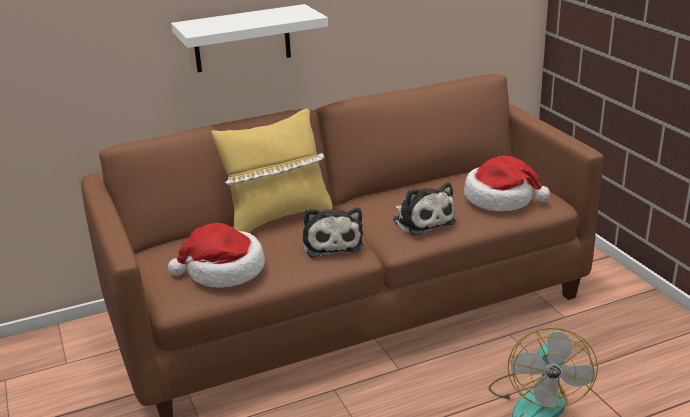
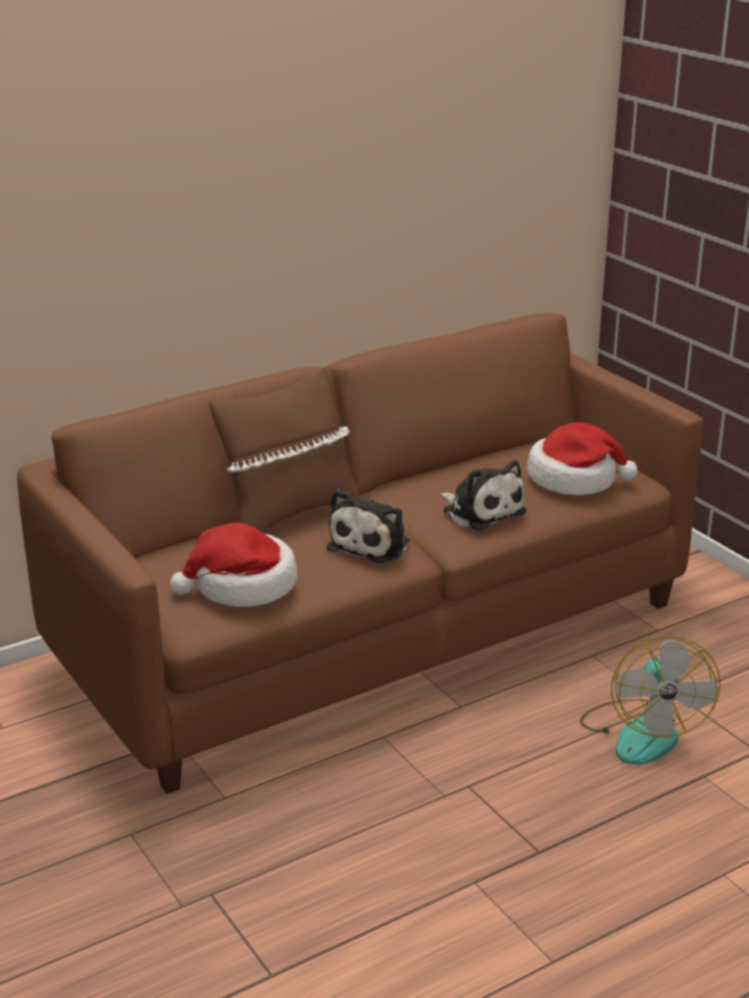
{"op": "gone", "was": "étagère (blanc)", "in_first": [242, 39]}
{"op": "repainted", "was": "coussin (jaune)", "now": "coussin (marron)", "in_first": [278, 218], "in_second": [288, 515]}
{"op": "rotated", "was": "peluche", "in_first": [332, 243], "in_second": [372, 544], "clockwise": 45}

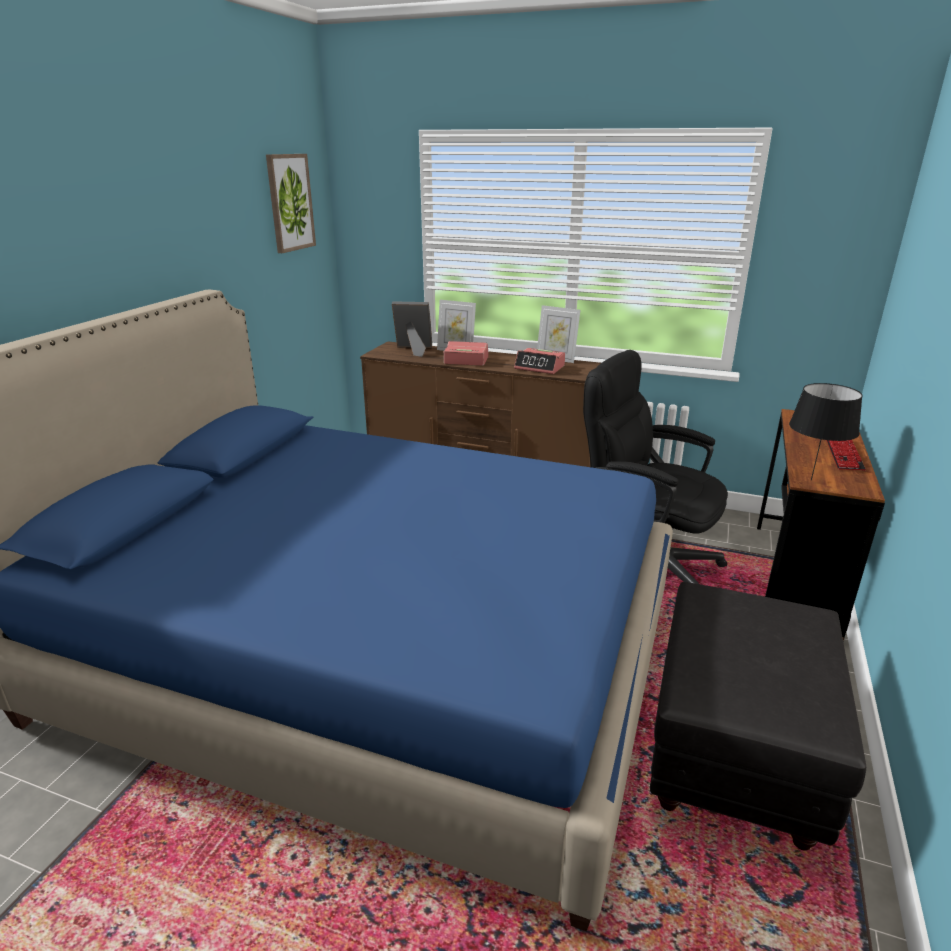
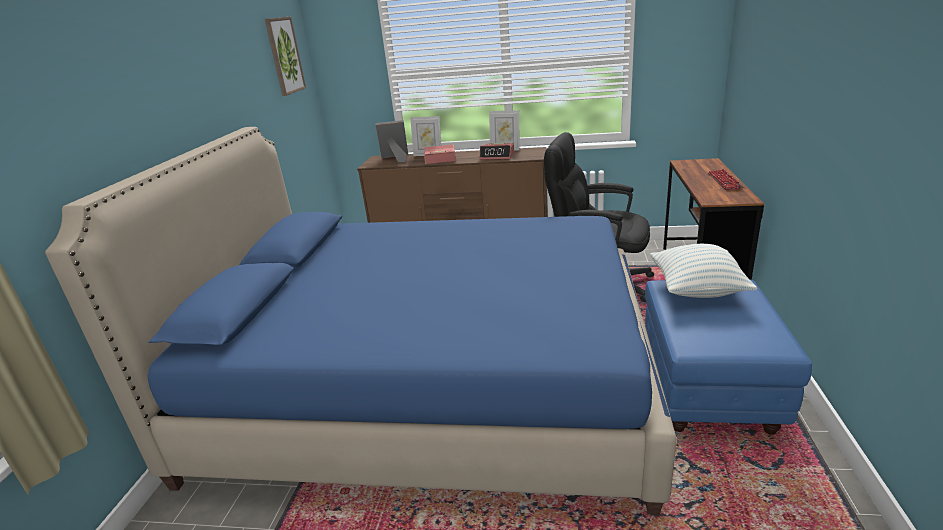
{"op": "gone", "was": "lampe de table (noir)", "in_first": [812, 480]}
{"op": "new", "now": "coussin", "in_second": [697, 290]}
{"op": "repainted", "was": "pouf (noir)", "now": "pouf (bleu)", "in_first": [732, 756], "in_second": [706, 390]}

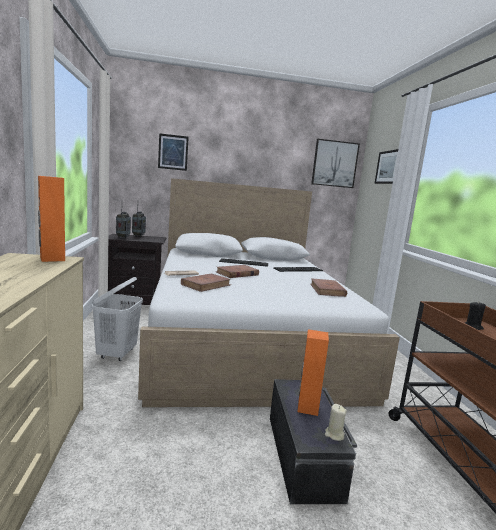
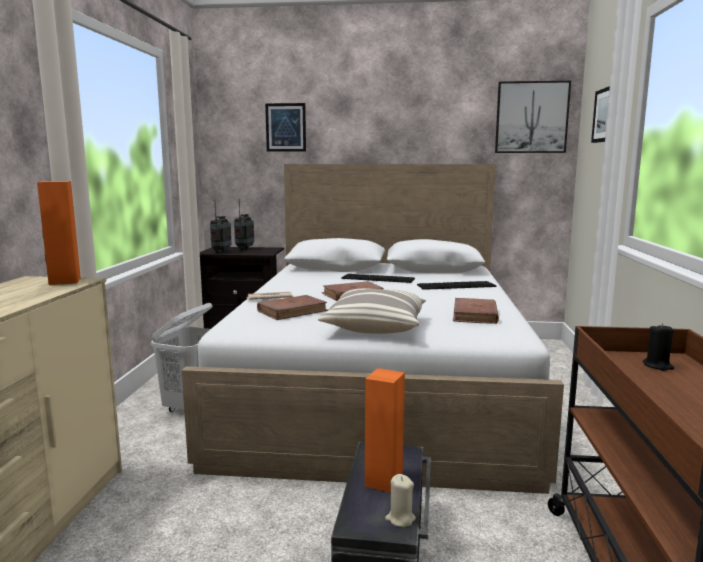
{"op": "new", "now": "coussin", "in_second": [375, 326]}

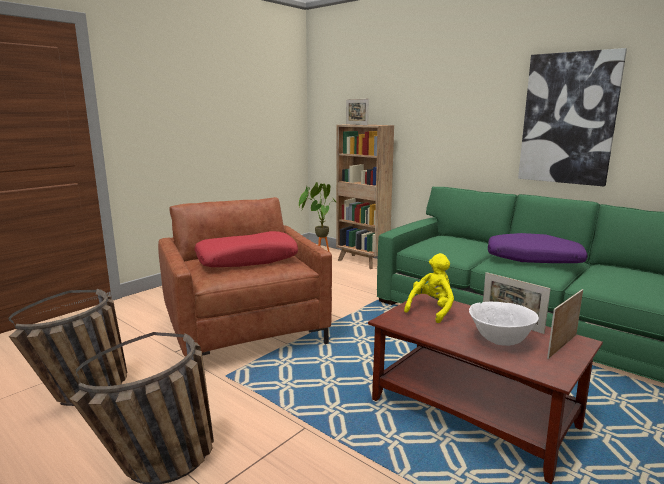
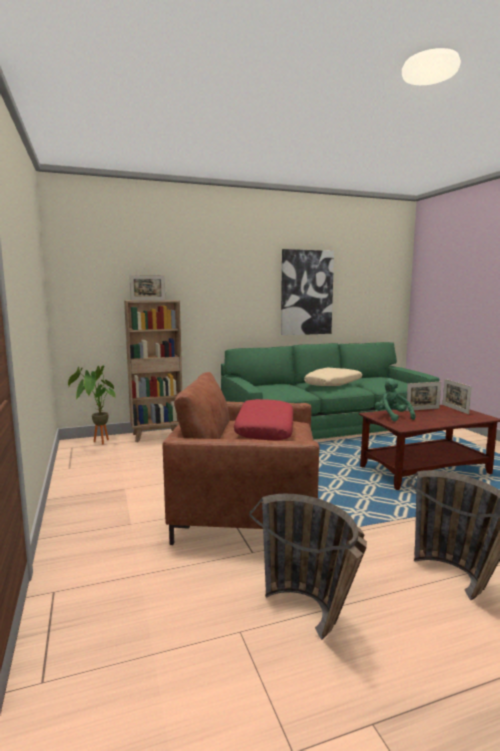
{"op": "gone", "was": "bol (blanc)", "in_first": [500, 341]}
{"op": "repainted", "was": "peluche (jaune)", "now": "peluche (vert)", "in_first": [431, 310], "in_second": [392, 417]}
{"op": "repainted", "was": "coussin (violet)", "now": "coussin (beige)", "in_first": [533, 260], "in_second": [333, 384]}

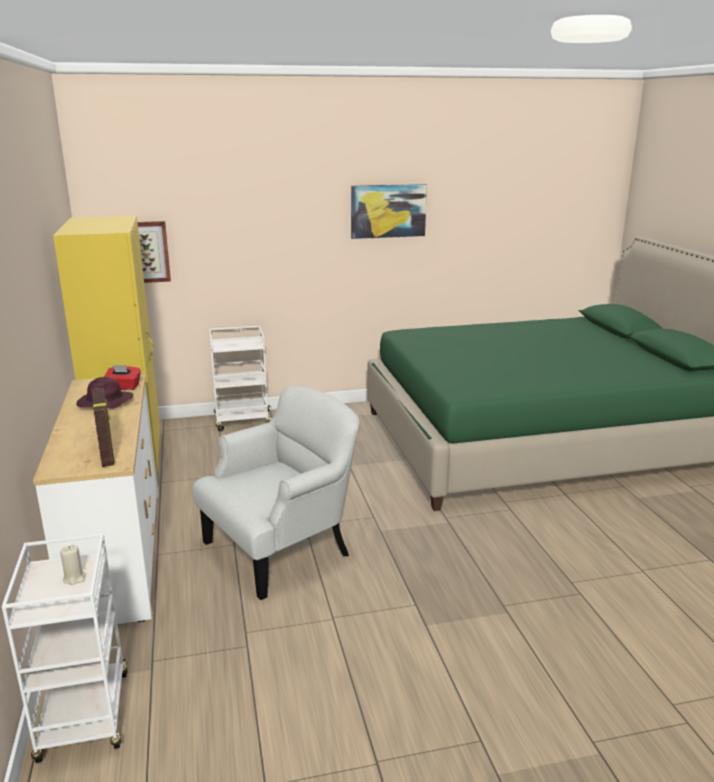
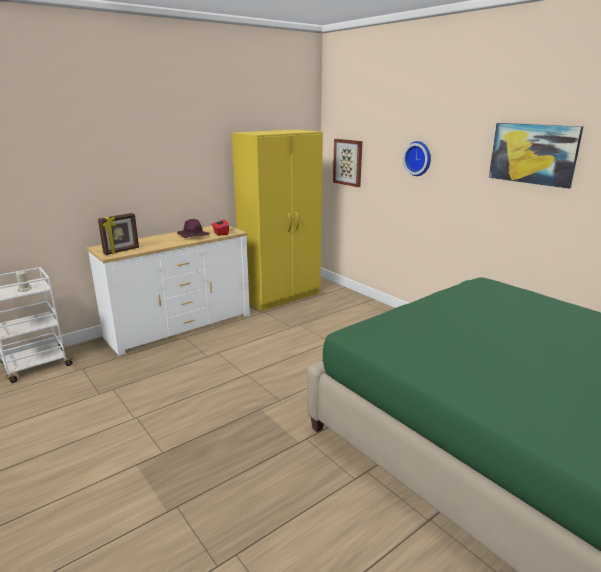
{"op": "gone", "was": "fauteuil (blanc)", "in_first": [281, 548]}
{"op": "gone", "was": "chariot (blanc)", "in_first": [242, 421]}
{"op": "new", "now": "horloge murale", "in_second": [418, 158]}

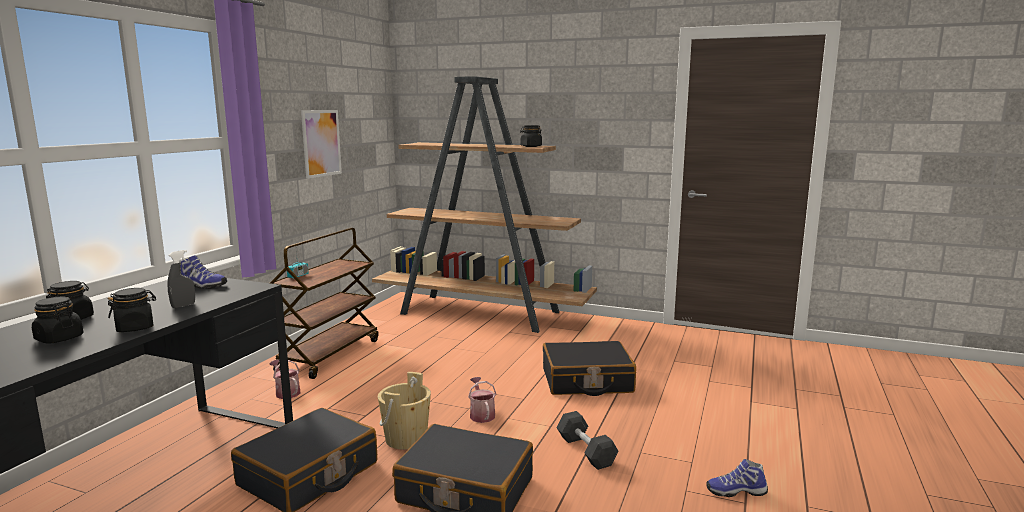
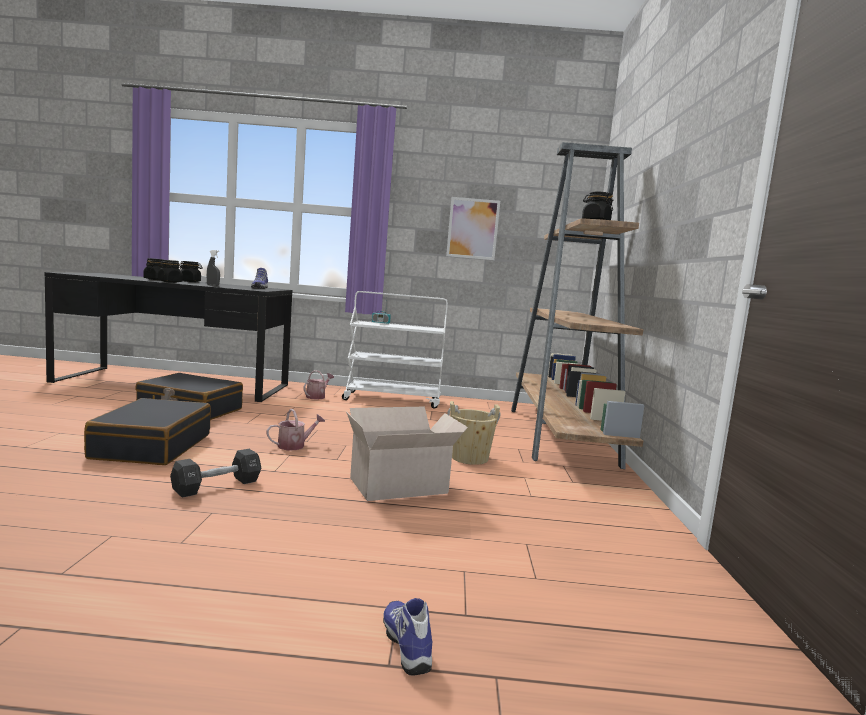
{"op": "shifted", "was": "seau (beige)", "in_first": [406, 438], "in_second": [469, 458]}
{"op": "shifted", "was": "chaussure", "in_first": [735, 491], "in_second": [408, 645]}
{"op": "swapped", "was": "valise (noir)", "now": "carton", "in_first": [587, 381], "in_second": [401, 486]}
{"op": "repainted", "was": "chariot (marron)", "now": "chariot (blanc)", "in_first": [329, 355], "in_second": [393, 400]}

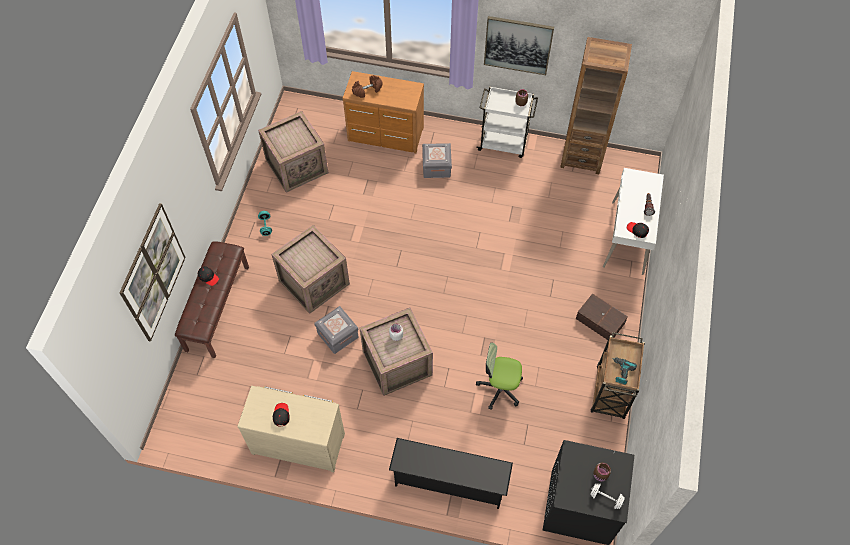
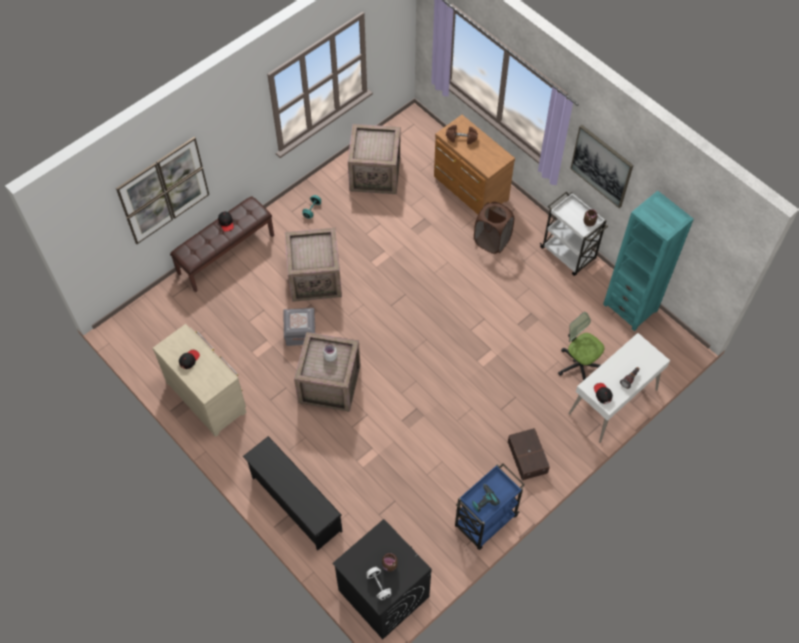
{"op": "shifted", "was": "chaise de bureau", "in_first": [500, 388], "in_second": [579, 364]}
{"op": "swapped", "was": "boîte de rangement (gris)", "now": "panier à linge (marron)", "in_first": [436, 167], "in_second": [492, 241]}
{"op": "repainted", "was": "bibliothèque (marron)", "now": "bibliothèque (turquoise)", "in_first": [581, 158], "in_second": [630, 307]}
{"op": "repainted", "was": "chariot (marron)", "now": "chariot (bleu)", "in_first": [610, 393], "in_second": [485, 522]}

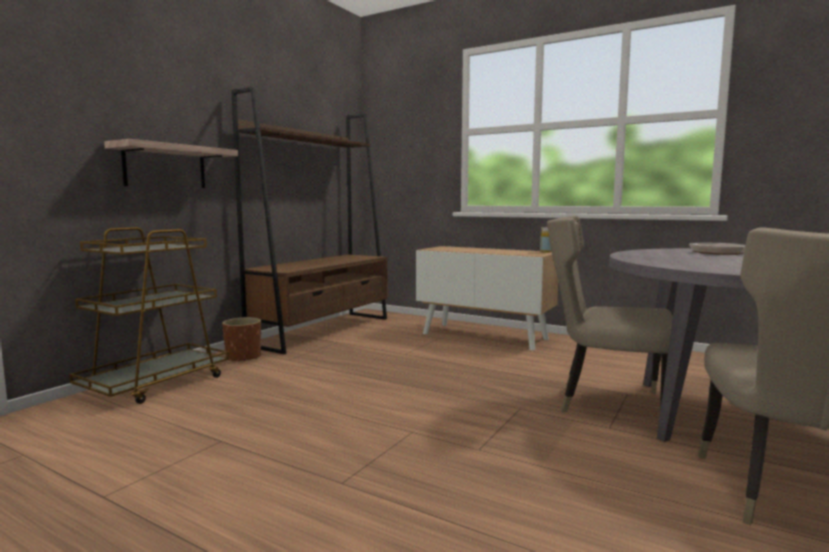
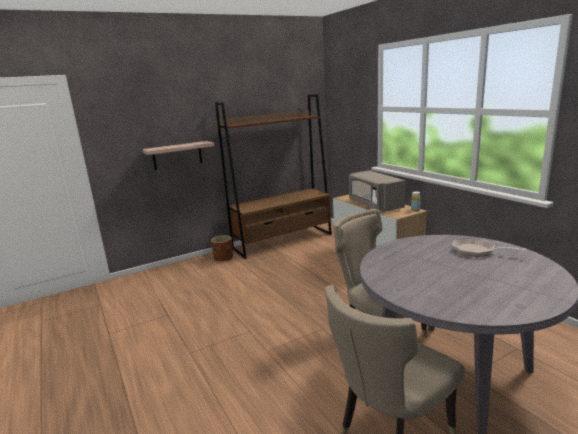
{"op": "gone", "was": "chariot (marron)", "in_first": [156, 384]}
{"op": "new", "now": "micro-ondes (gris)", "in_second": [374, 205]}

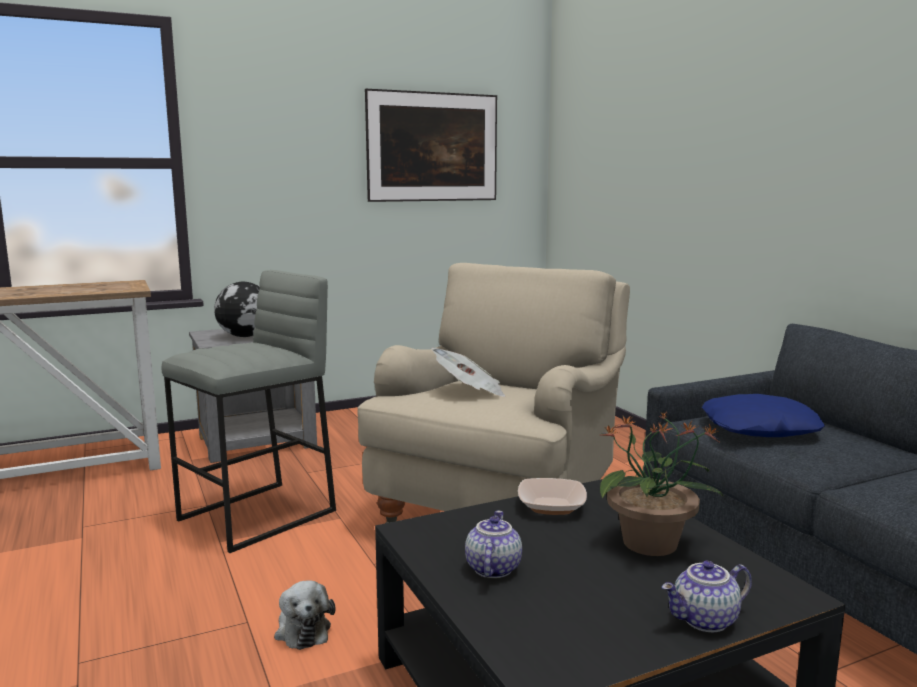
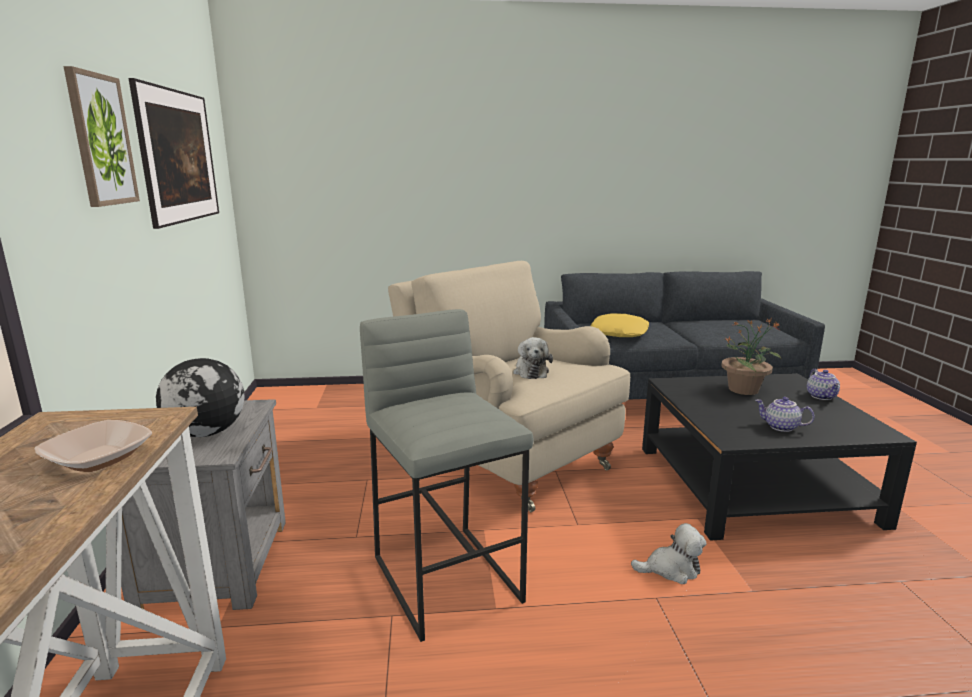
{"op": "new", "now": "tableau", "in_second": [101, 140]}
{"op": "shifted", "was": "bol", "in_first": [551, 506], "in_second": [99, 458]}
{"op": "swapped", "was": "journal", "now": "peluche", "in_first": [470, 392], "in_second": [530, 371]}
{"op": "repainted", "was": "coussin (bleu)", "now": "coussin (jaune)", "in_first": [760, 428], "in_second": [619, 332]}

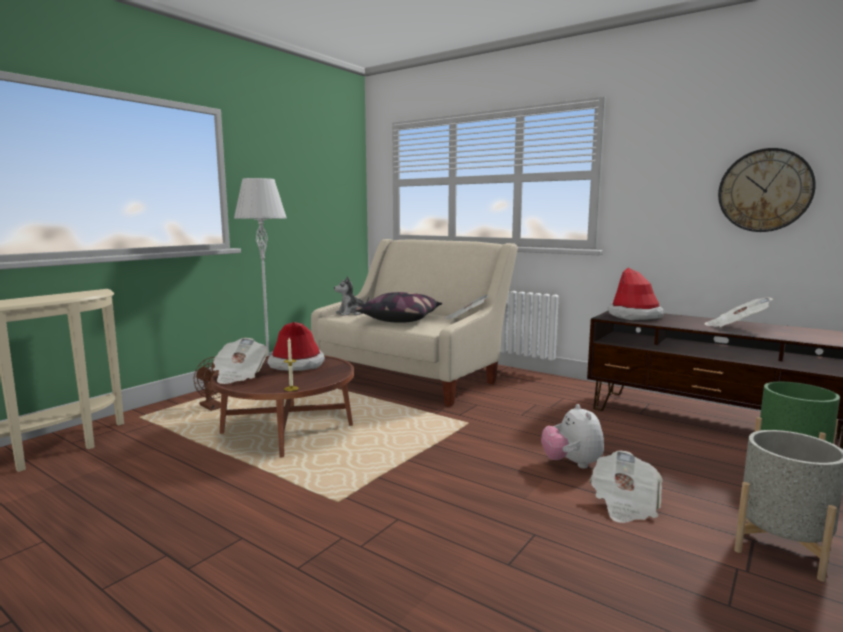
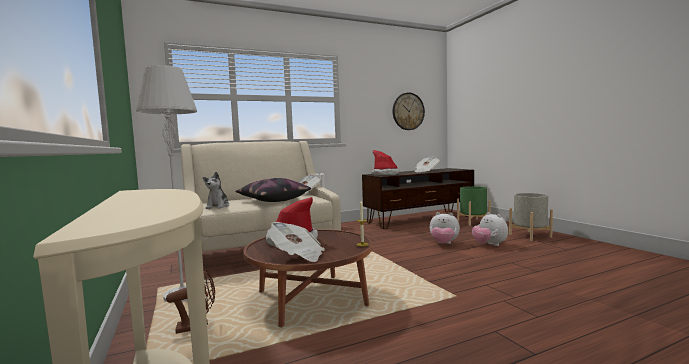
{"op": "swapped", "was": "journal", "now": "peluche", "in_first": [624, 504], "in_second": [489, 245]}

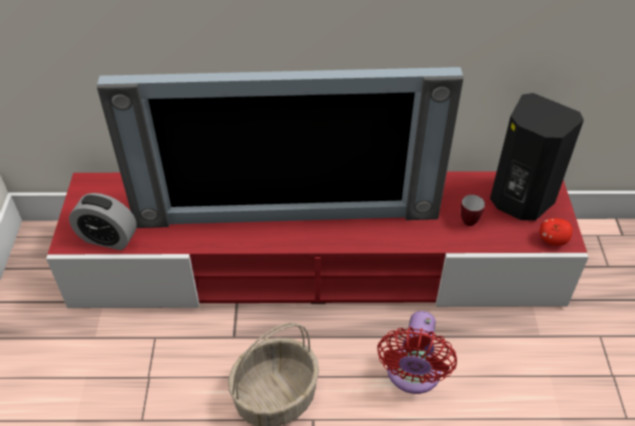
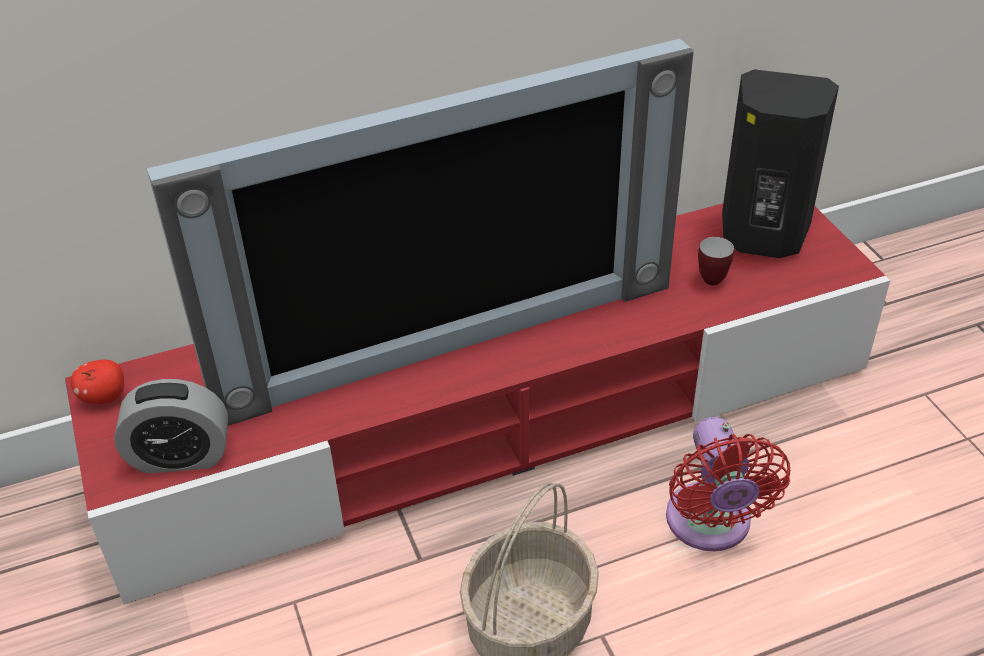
{"op": "shifted", "was": "pomme", "in_first": [552, 240], "in_second": [104, 397]}

